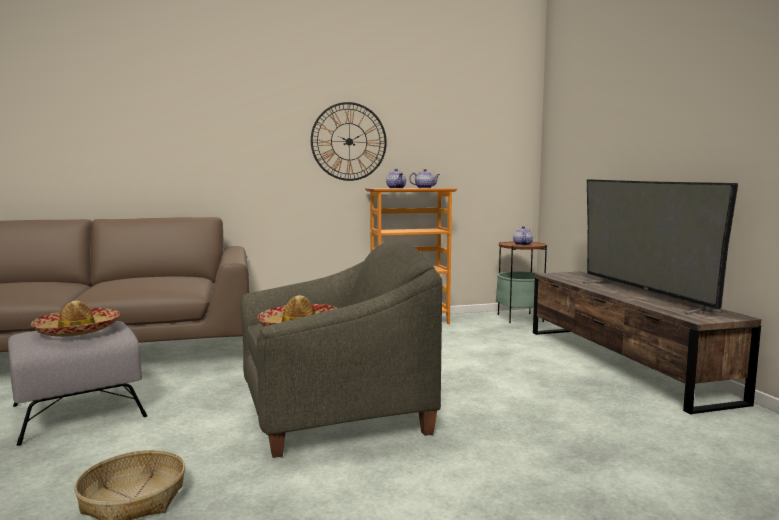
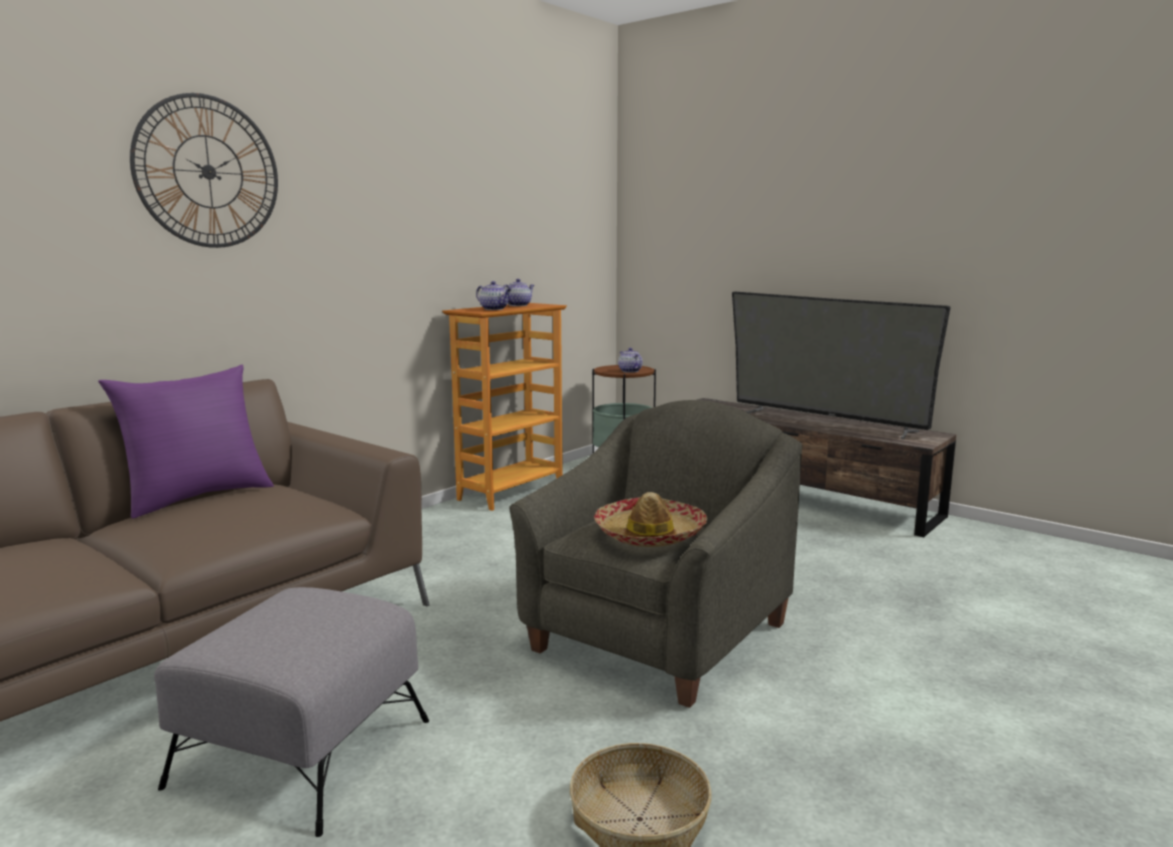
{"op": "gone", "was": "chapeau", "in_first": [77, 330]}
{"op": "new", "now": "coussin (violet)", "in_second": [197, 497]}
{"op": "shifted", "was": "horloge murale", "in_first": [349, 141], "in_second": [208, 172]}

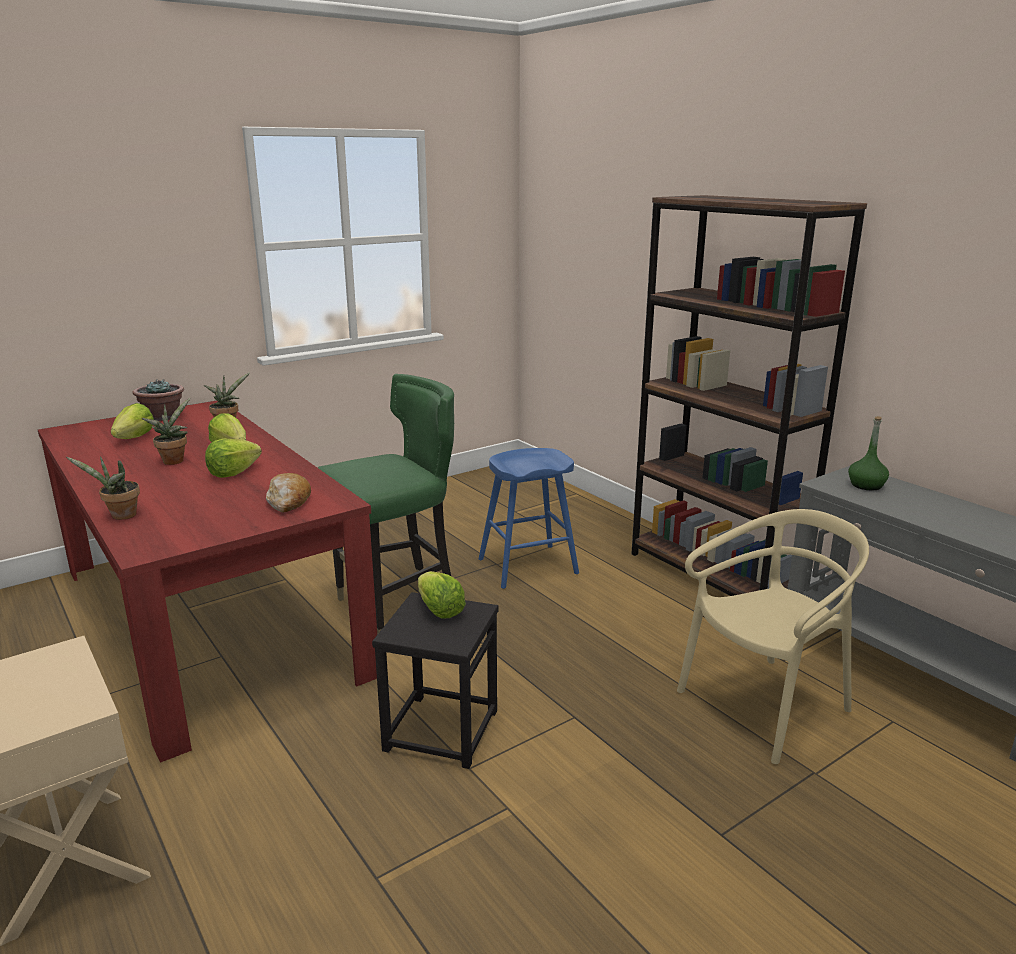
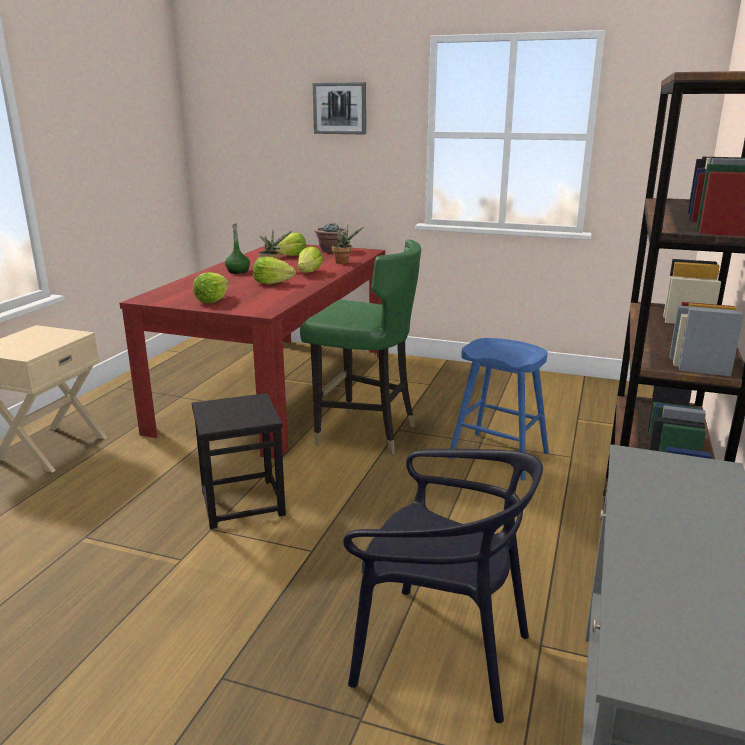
{"op": "gone", "was": "plante en pot", "in_first": [120, 516]}
{"op": "gone", "was": "pain", "in_first": [289, 501]}
{"op": "new", "now": "tableau", "in_second": [340, 108]}
{"op": "shifted", "was": "laitue", "in_first": [439, 610], "in_second": [212, 300]}
{"op": "shifted", "was": "bouteille (vert)", "in_first": [866, 485], "in_second": [238, 271]}
{"op": "repainted", "was": "chaise (beige)", "now": "chaise (noir)", "in_first": [765, 705], "in_second": [441, 654]}

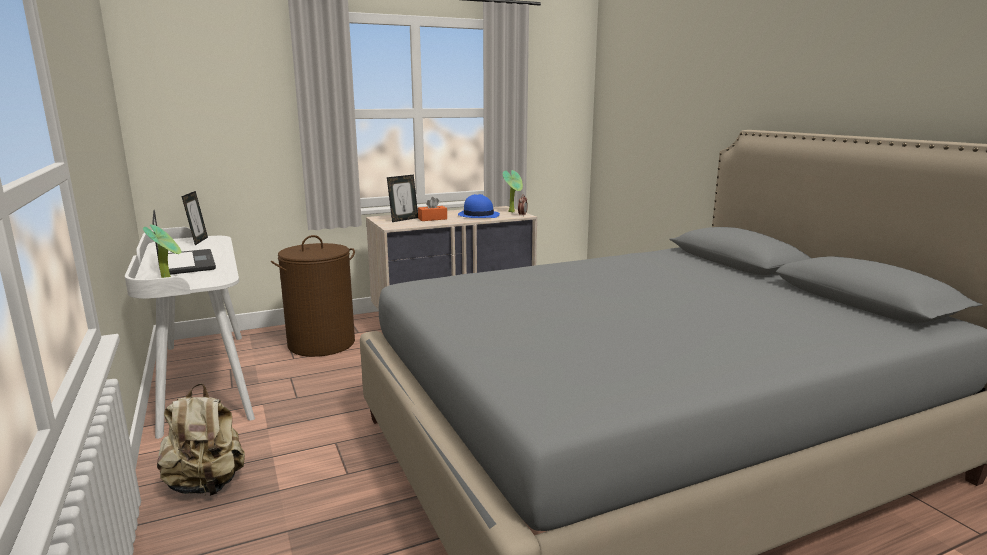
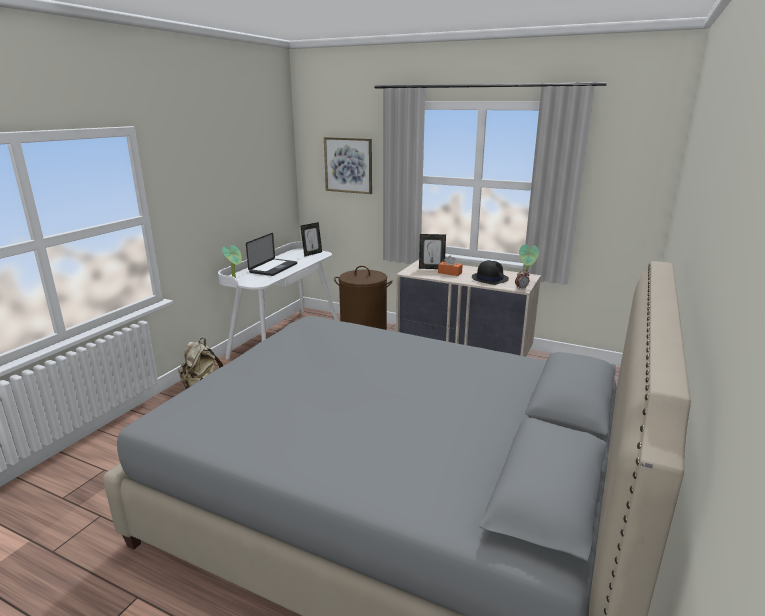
{"op": "new", "now": "tableau", "in_second": [348, 165]}
{"op": "repainted", "was": "chapeau (bleu)", "now": "chapeau (noir)", "in_first": [478, 215], "in_second": [489, 278]}

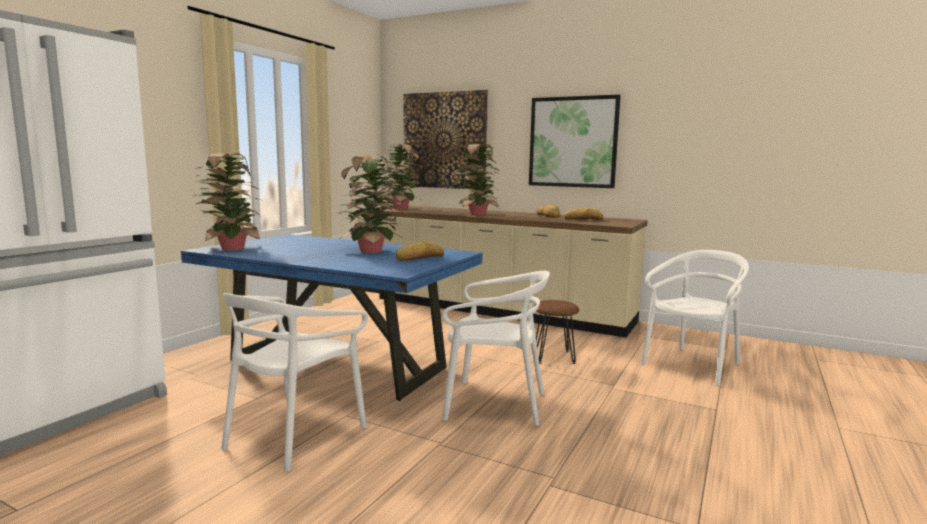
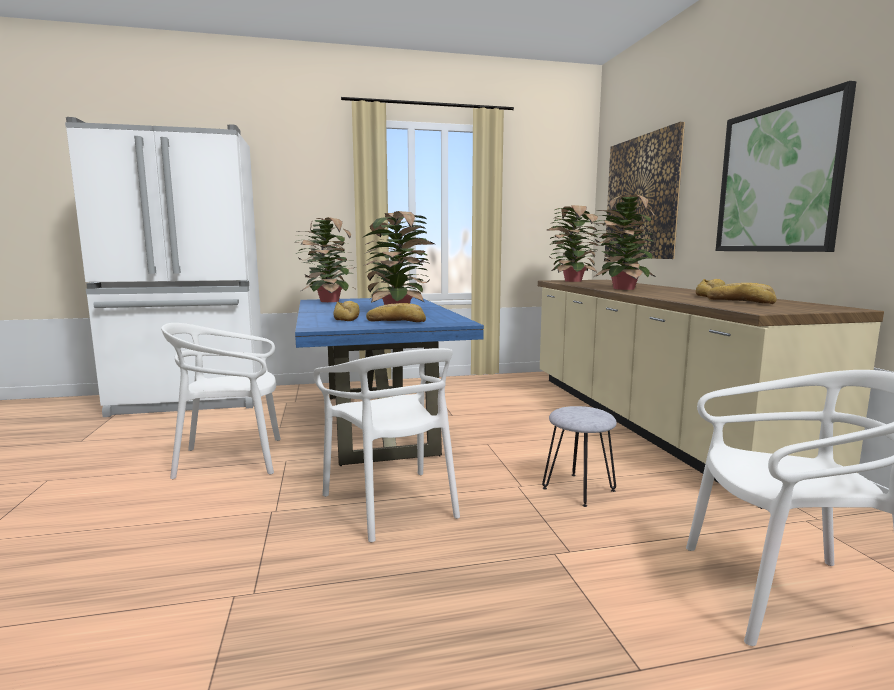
{"op": "new", "now": "pain", "in_second": [347, 317]}
{"op": "repainted", "was": "tabouret (marron)", "now": "tabouret (gris)", "in_first": [554, 357], "in_second": [578, 489]}

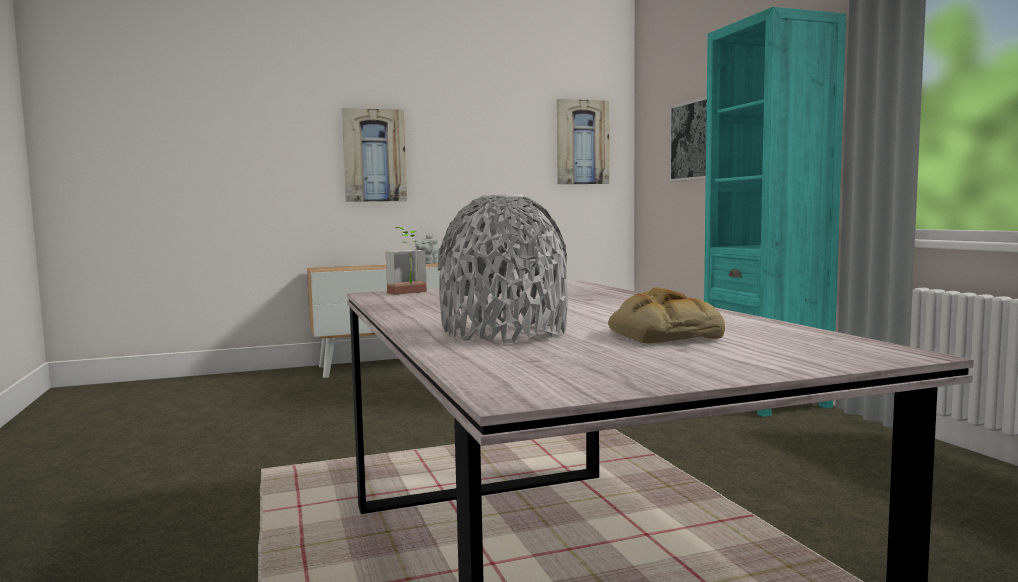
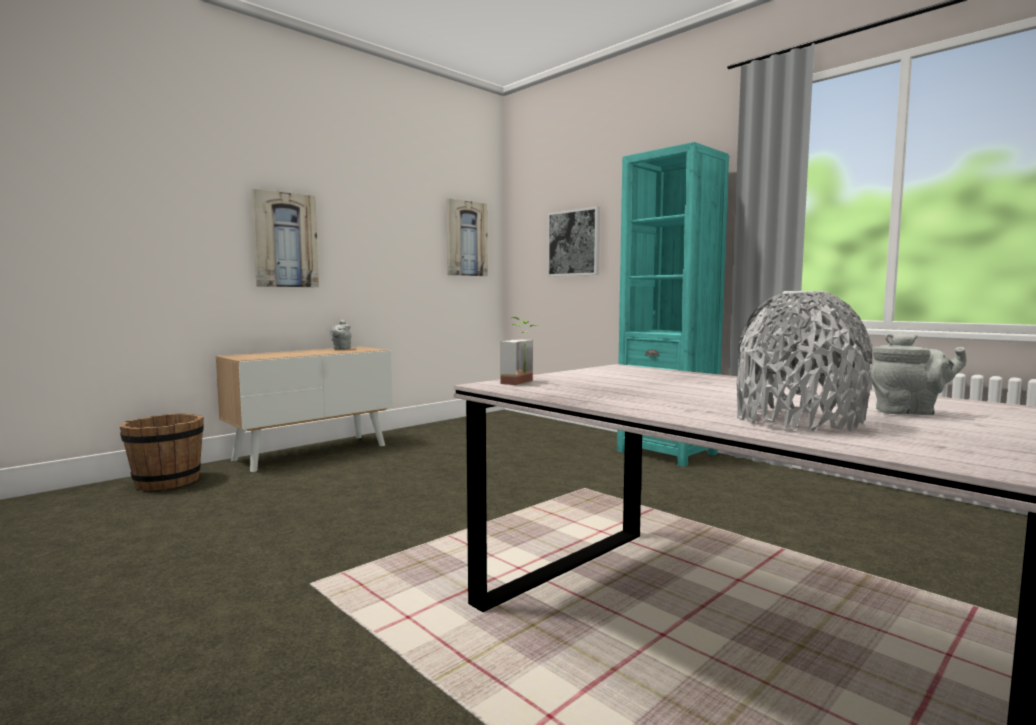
{"op": "new", "now": "seau (marron)", "in_second": [166, 482]}
{"op": "swapped", "was": "pain", "now": "théière (gris)", "in_first": [661, 335], "in_second": [909, 413]}

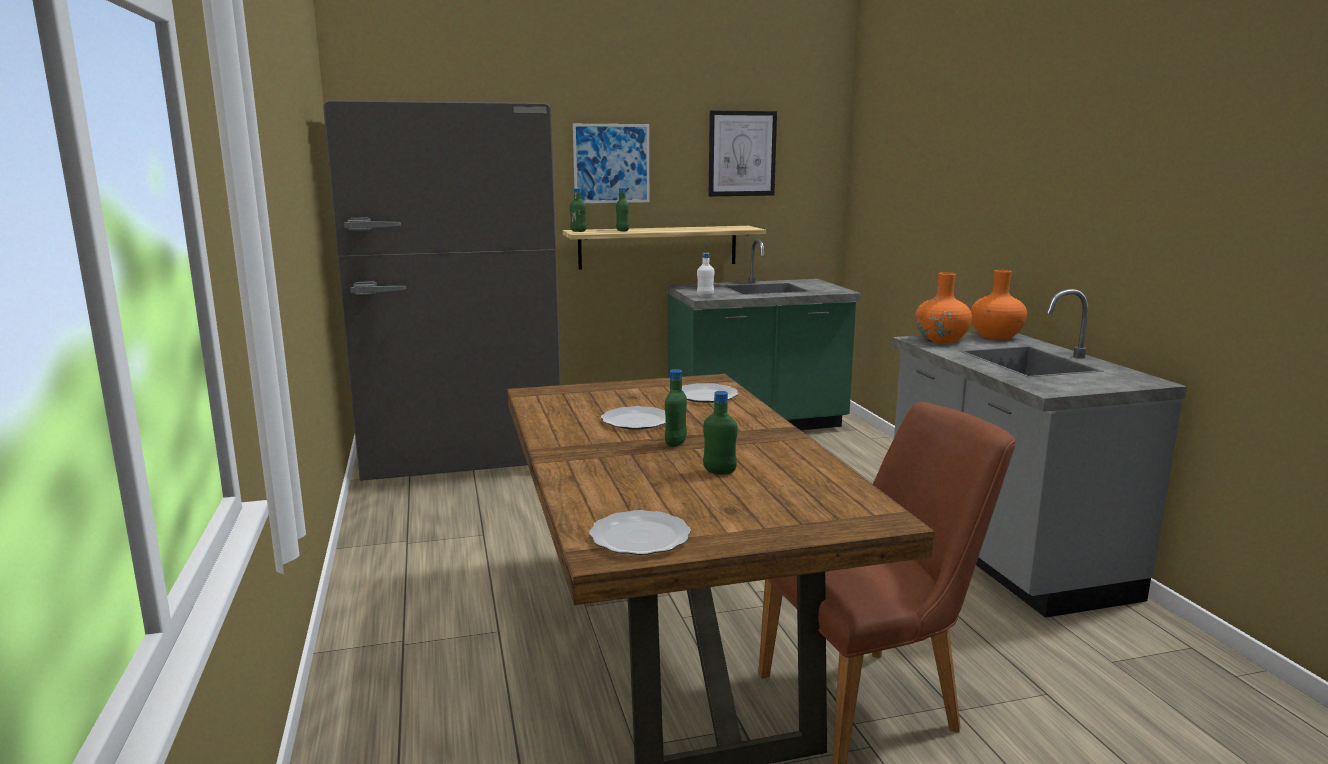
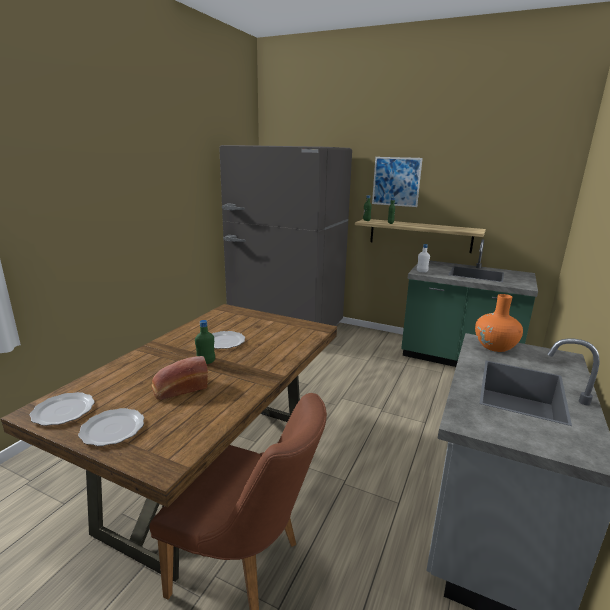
{"op": "gone", "was": "tableau", "in_first": [742, 153]}
{"op": "gone", "was": "vase (orange)", "in_first": [996, 336]}
{"op": "shifted", "was": "assiette", "in_first": [706, 396], "in_second": [112, 429]}
{"op": "swapped", "was": "bouteille (vert)", "now": "pain", "in_first": [719, 472], "in_second": [179, 389]}

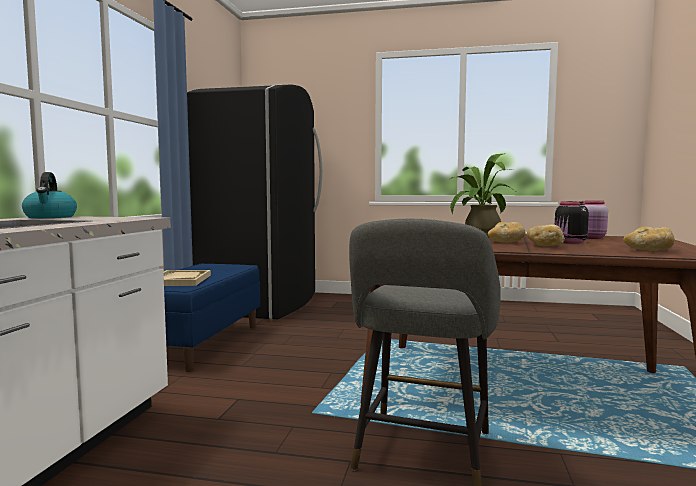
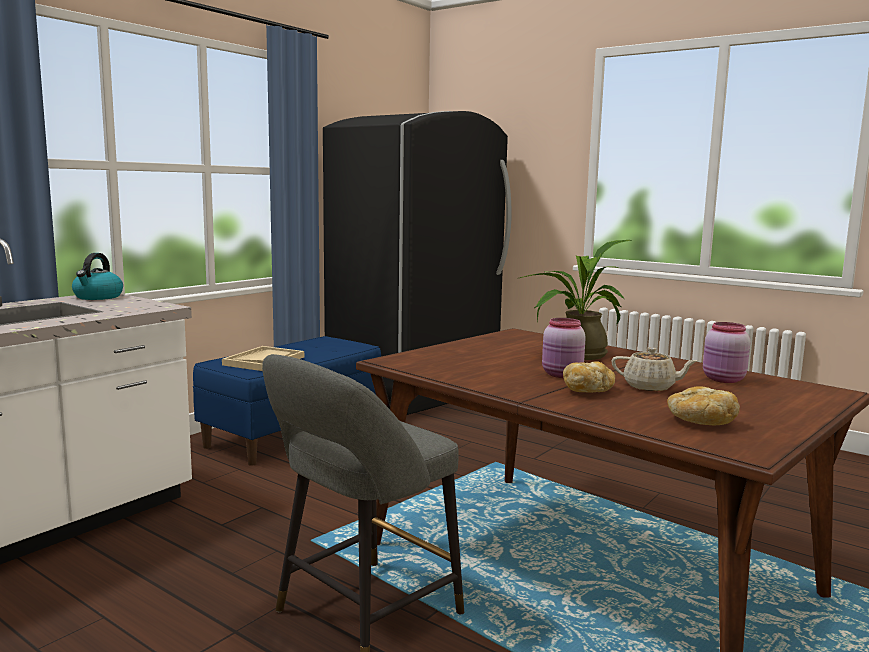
{"op": "swapped", "was": "pain", "now": "bocal (rose)", "in_first": [506, 242], "in_second": [562, 375]}
{"op": "swapped", "was": "bocal (noir)", "now": "théière (beige)", "in_first": [570, 242], "in_second": [650, 387]}

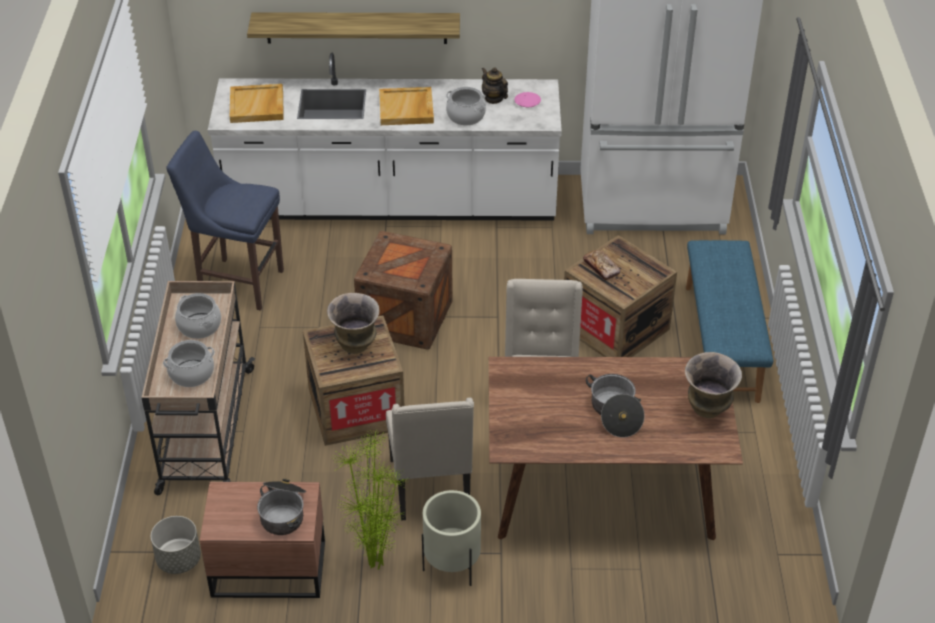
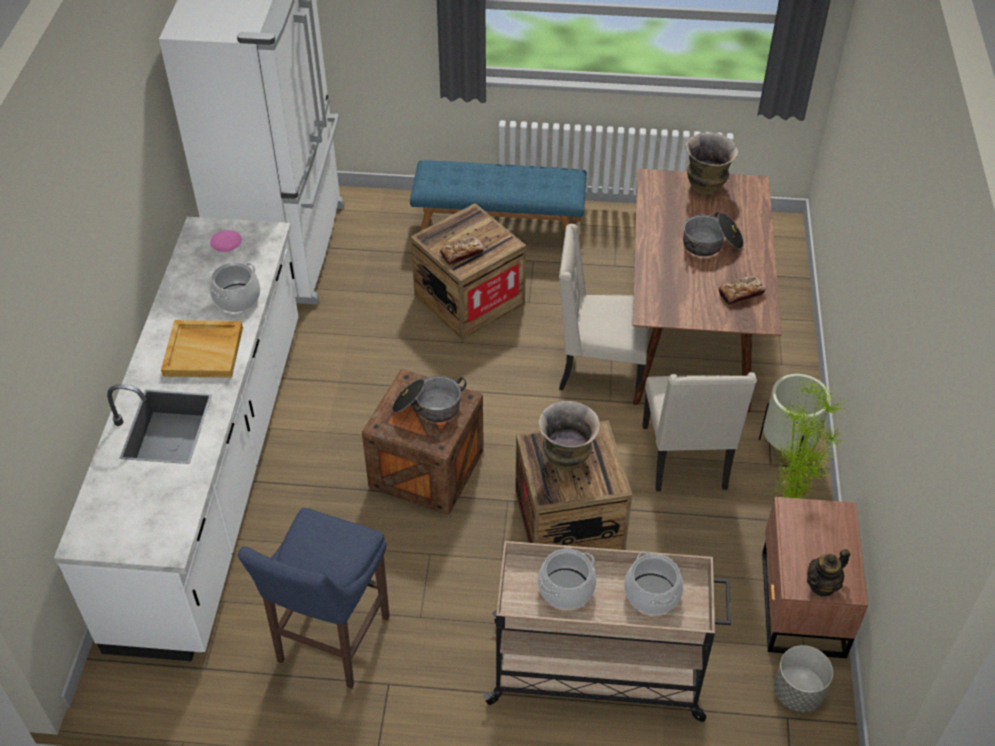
{"op": "gone", "was": "plateau (beige)", "in_first": [257, 106]}
{"op": "gone", "was": "étagère", "in_first": [356, 27]}
{"op": "new", "now": "pain", "in_second": [741, 293]}
{"op": "shifted", "was": "marmite", "in_first": [283, 512], "in_second": [428, 407]}
{"op": "shifted", "was": "théière", "in_first": [494, 98], "in_second": [822, 585]}
{"op": "rotated", "was": "chaise (beige)", "in_first": [432, 488], "in_second": [686, 459], "clockwise": 90}

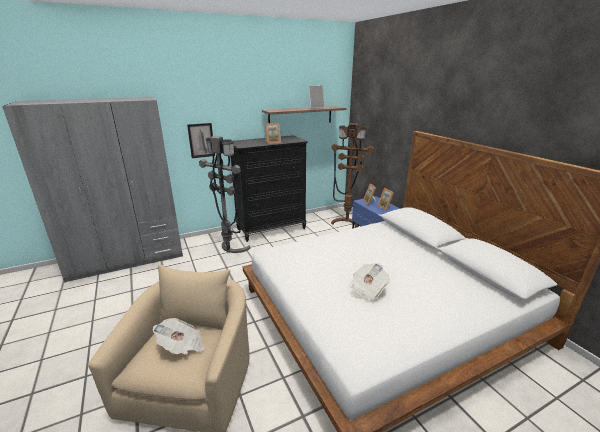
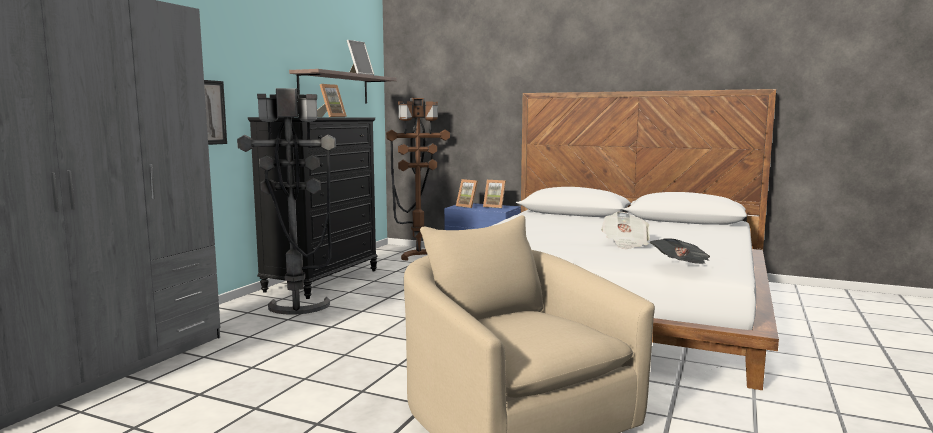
{"op": "shifted", "was": "journal", "in_first": [182, 346], "in_second": [681, 267]}

